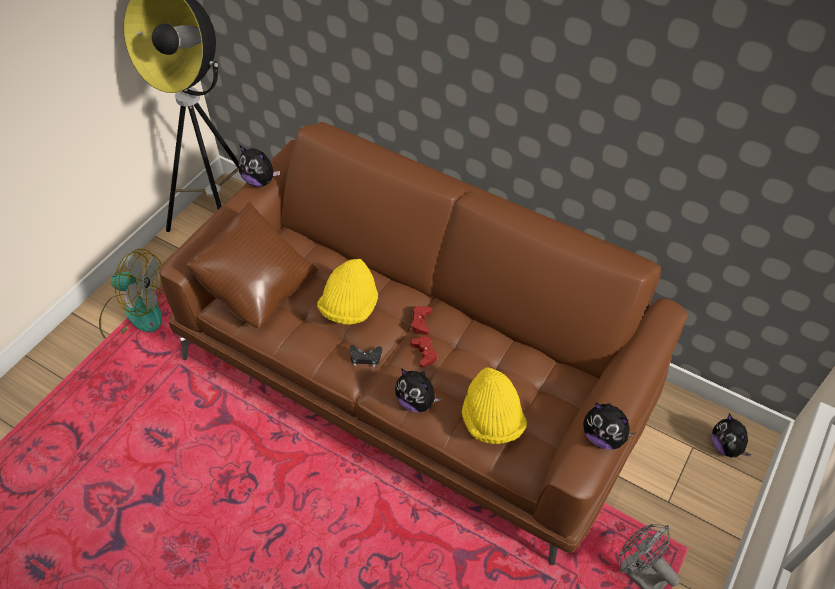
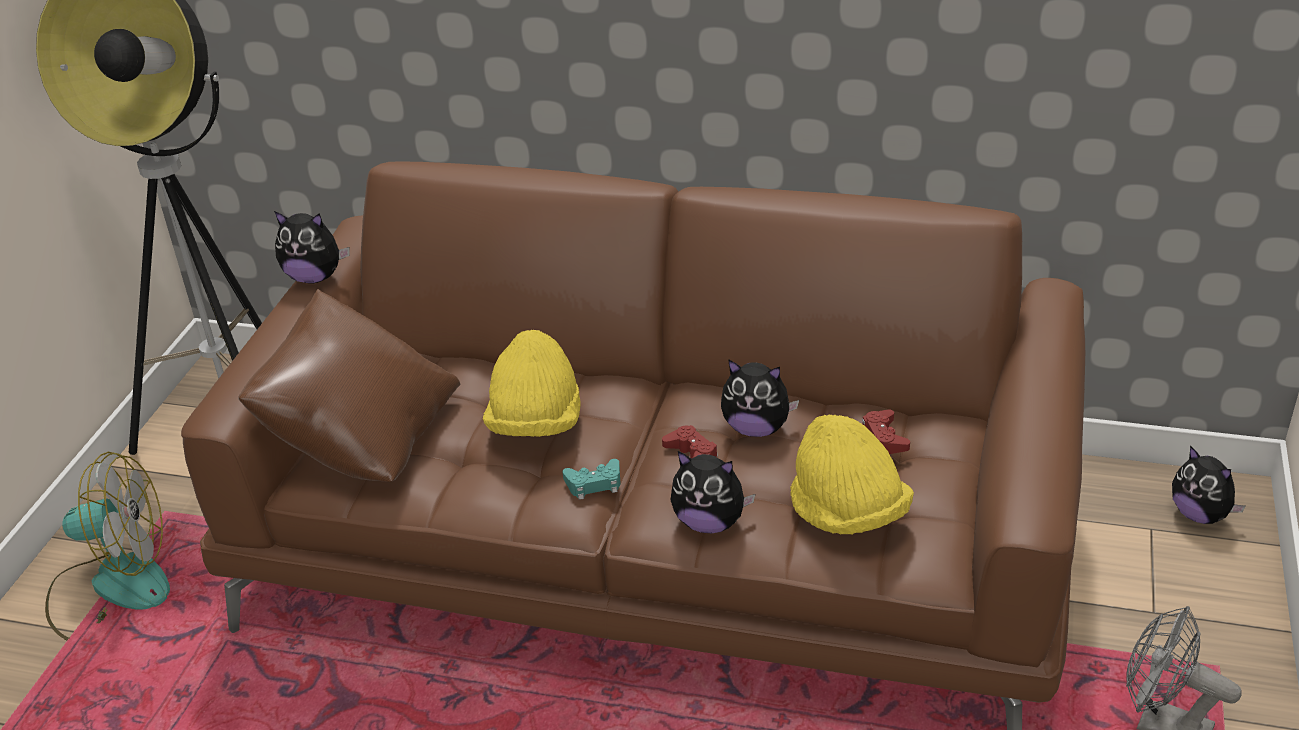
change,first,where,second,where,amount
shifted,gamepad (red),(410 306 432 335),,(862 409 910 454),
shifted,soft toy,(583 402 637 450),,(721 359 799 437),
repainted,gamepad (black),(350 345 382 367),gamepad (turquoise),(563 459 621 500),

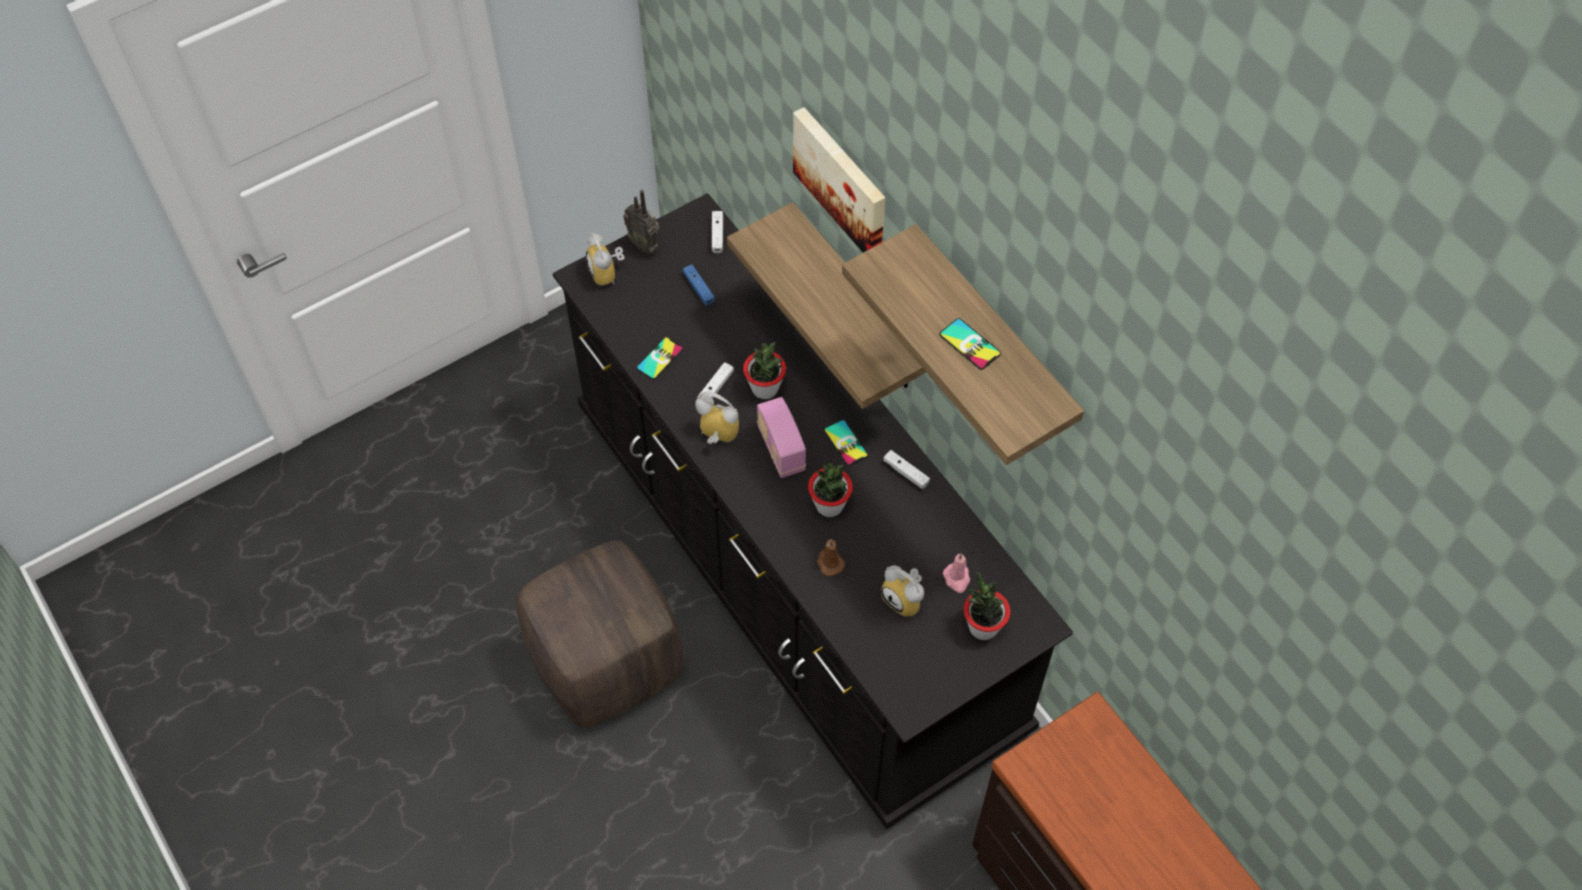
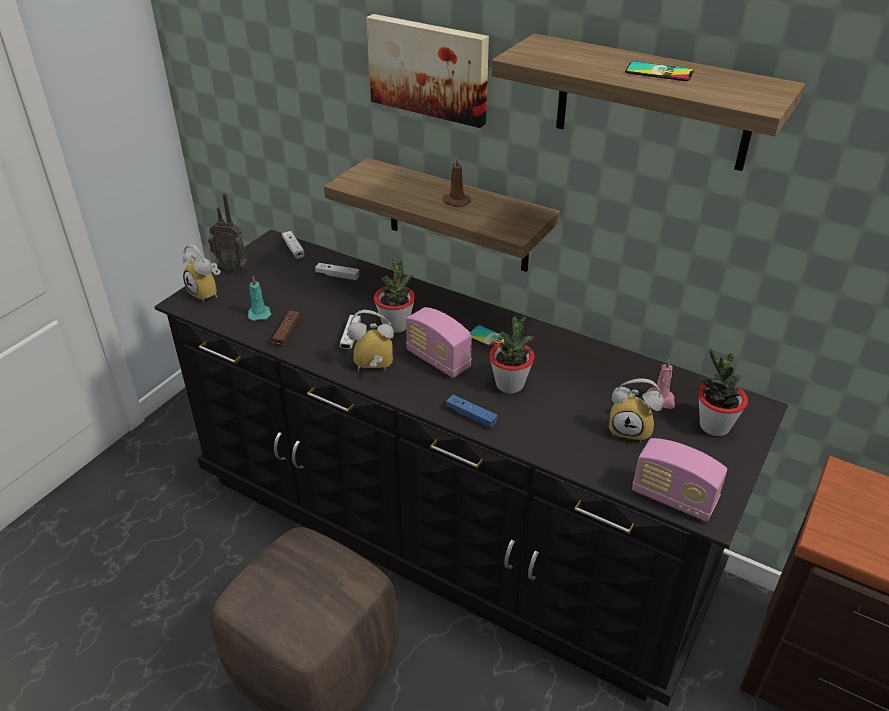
change,first,where,second,where,amount
new,,,candle (turquoise),(248 276 271 321),
new,,,radio set,(632 438 727 522),
shifted,gamepad (blue-coloured),(683 264 715 306),,(446 395 498 428),
shifted,candle (brownish),(817 539 845 576),,(442 156 471 207),
shifted,gamepad (white-coloured),(883 450 930 489),,(315 263 359 280),
swapped,phone,(636 337 683 380),gamepad (brownish),(272 311 300 347),

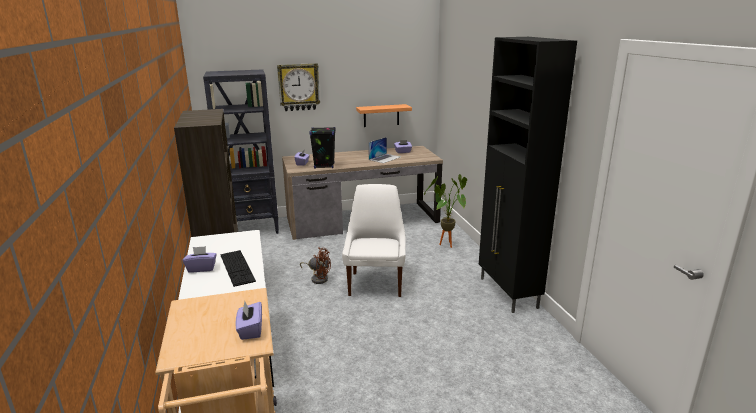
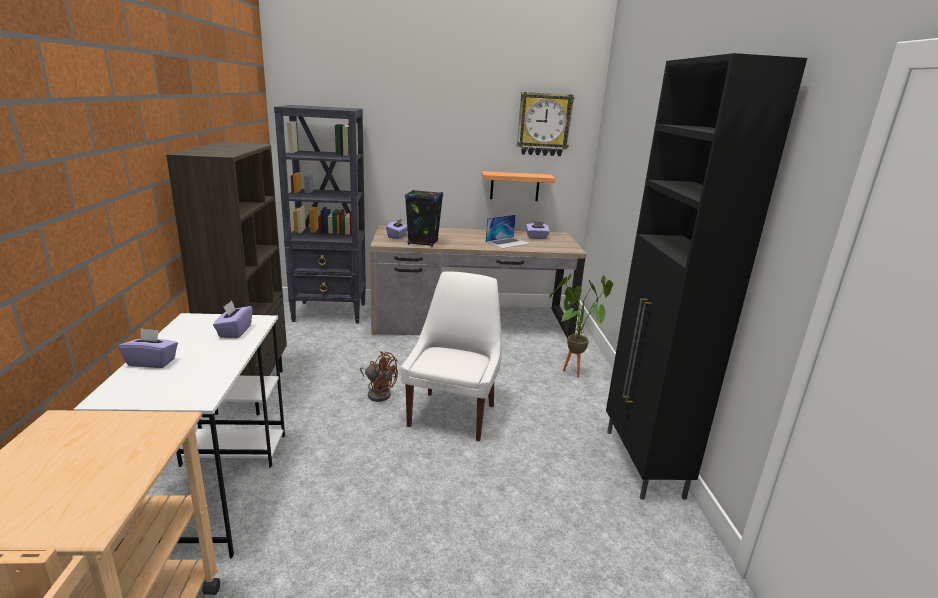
change,first,where,second,where,amount
gone,computer keyboard,(220 250 256 287),,,
shifted,tissue box (purple),(235 301 262 340),,(213 300 252 338),
shifted,wall clock,(277 63 320 111),,(517 92 575 156),

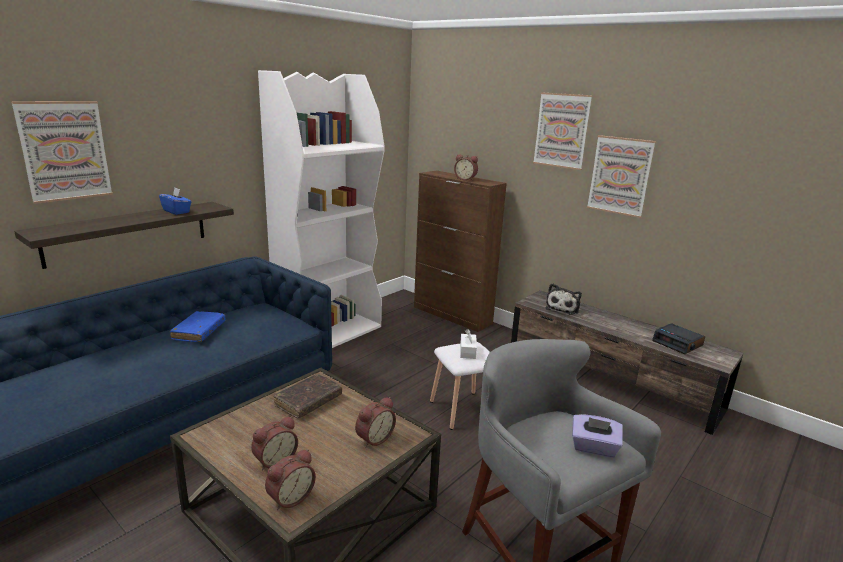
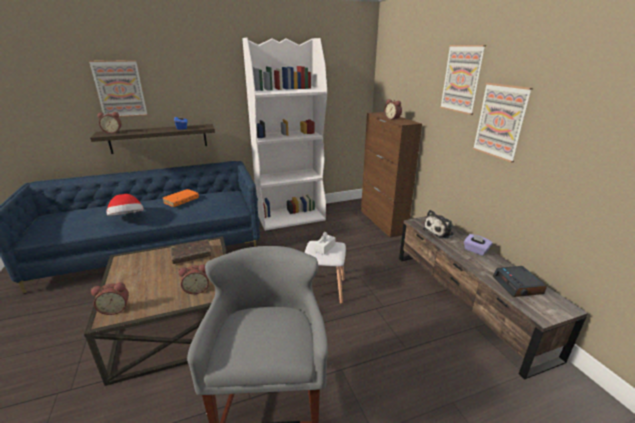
change,first,where,second,where,amount
new,,,hat,(107 194 144 216),
shifted,alarm clock,(251 416 298 471),,(97 112 122 133),
shifted,tissue box (purple),(572 414 623 458),,(464 234 493 256),
repainted,volume (blue-coloured),(170 311 225 342),volume (orangey),(163 189 199 207),

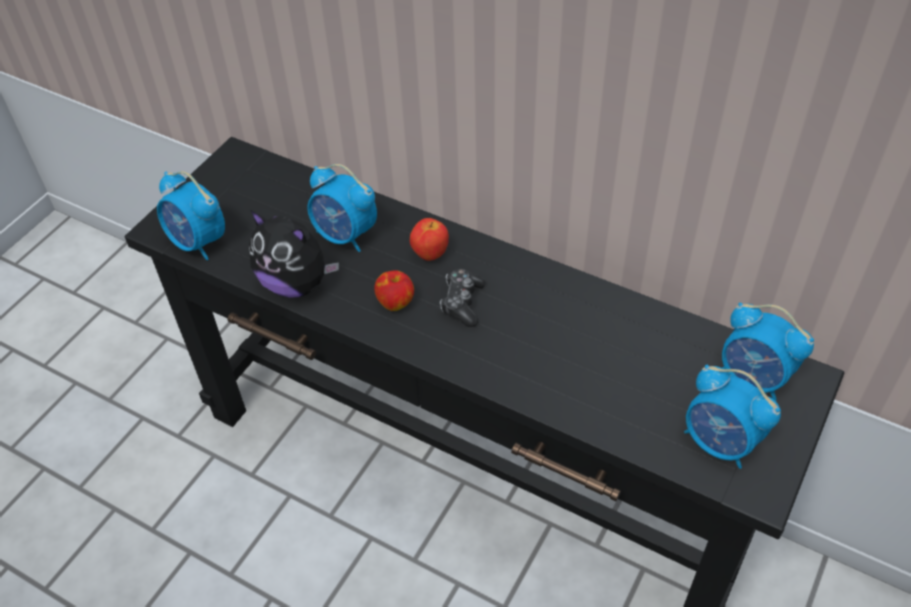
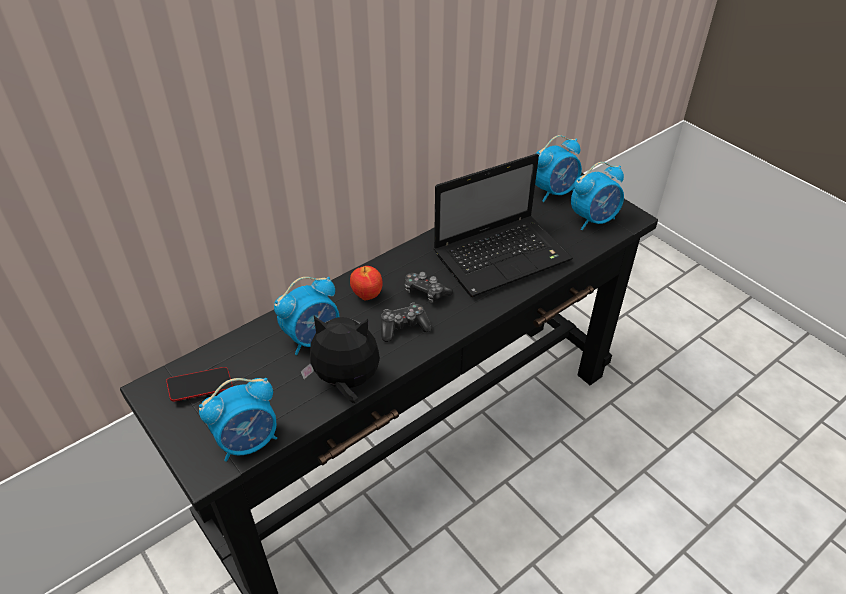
change,first,where,second,where,amount
new,,,phone,(166 367 233 402),
new,,,portable computer,(434 153 573 297),
swapped,apple,(374 270 414 311),gamepad,(381 303 432 342),
rotated,soft toy,(249 210 339 298),,(300 316 380 404),135 degrees counterclockwise

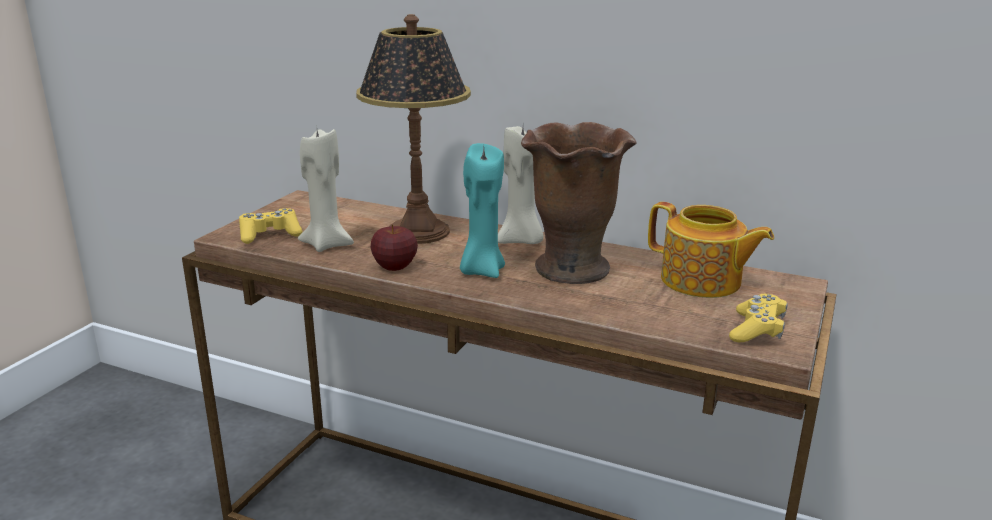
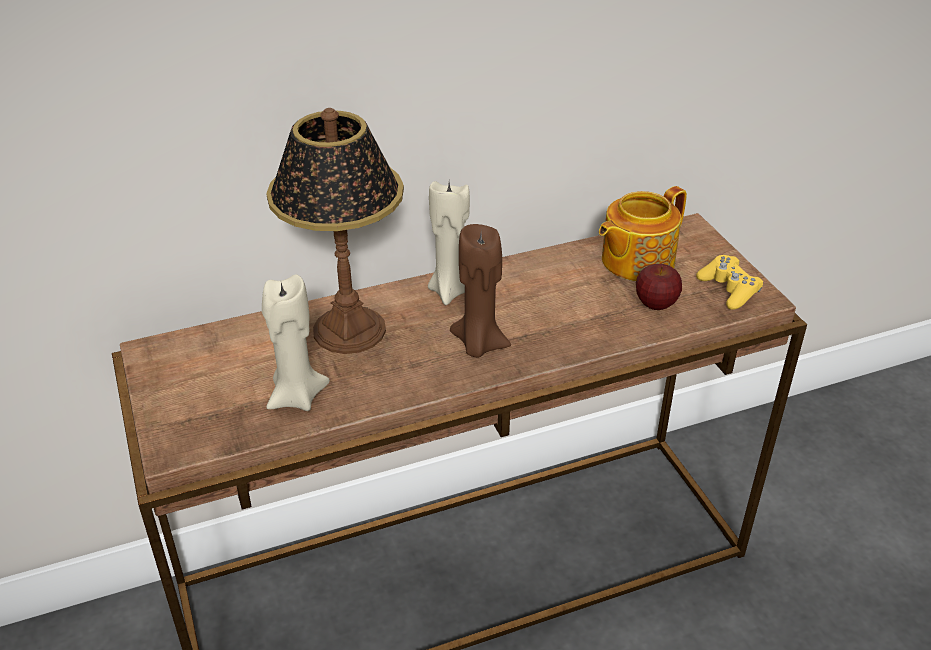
change,first,where,second,where,amount
gone,gamepad (yellow),(239 208 302 244),,,
gone,flower vase (brownish),(521 122 637 284),,,
shifted,apple,(371 224 418 271),,(636 264 682 310),
repainted,candle (turquoise),(460 143 505 278),candle (brownish),(450 224 511 358),
rotated,teapot,(648 202 774 298),,(599 186 687 281),150 degrees clockwise

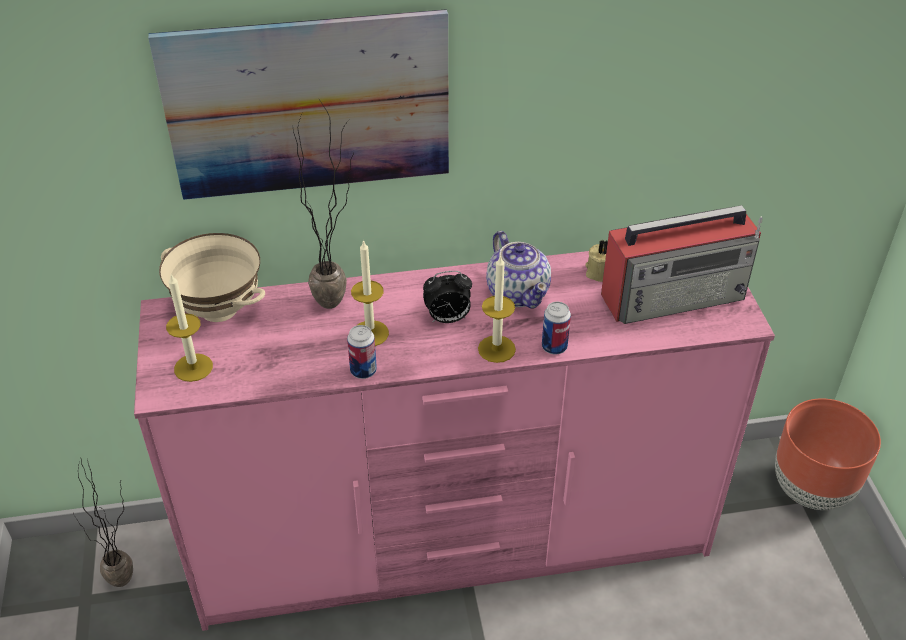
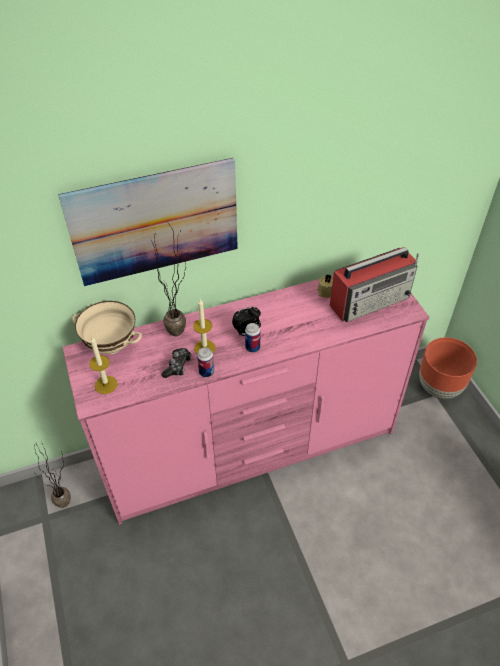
change,first,where,second,where,amount
gone,candle,(478 255 516 363),,,
gone,teapot,(486 231 551 308),,,
new,,,gamepad,(162 348 191 378),
shifted,metal can,(542 302 571 355),,(245 323 260 352),

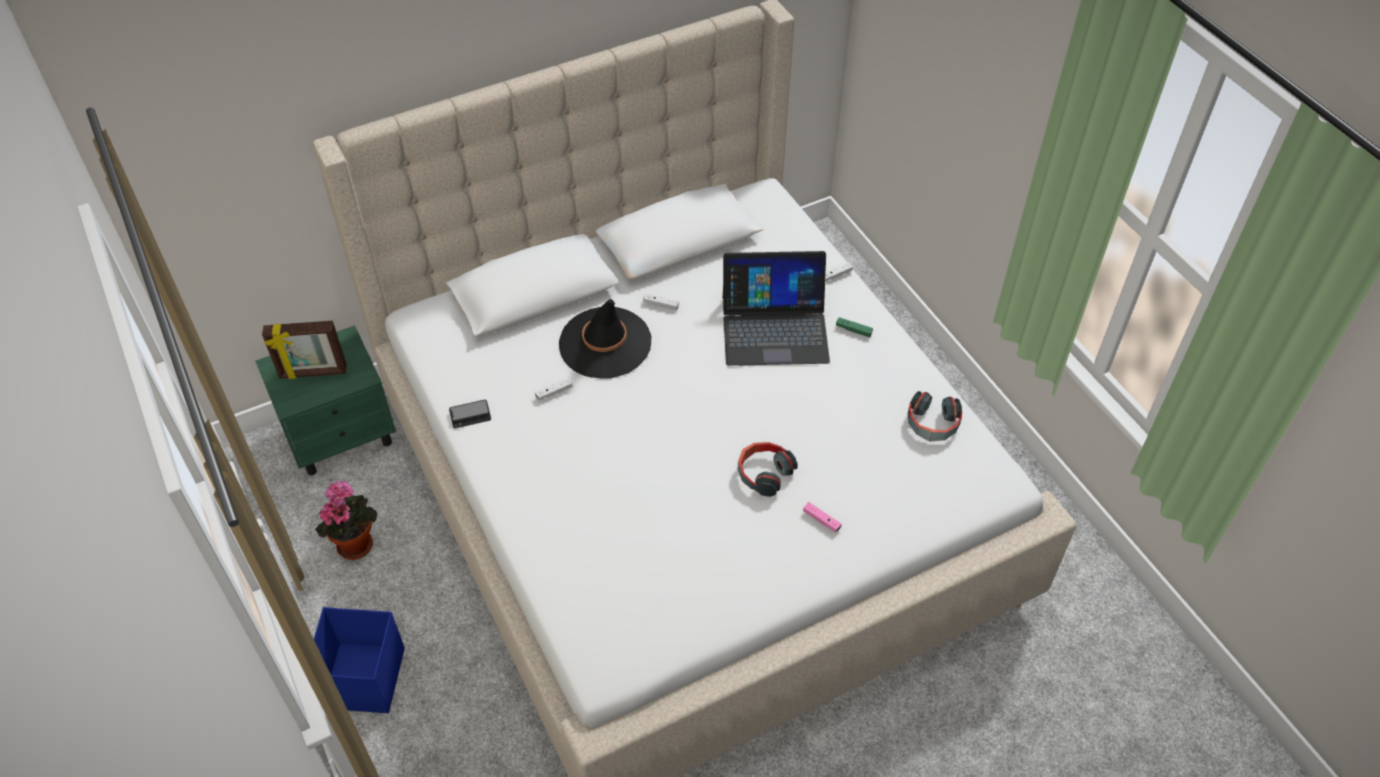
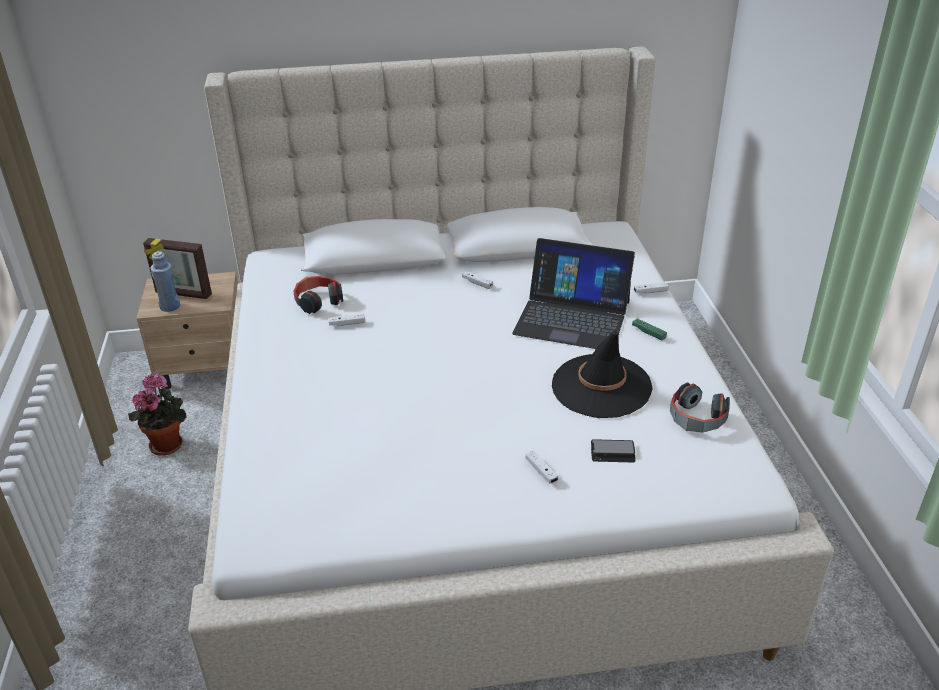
change,first,where,second,where,amount
gone,storage container (blue-coloured),(314 607 405 713),,,
new,,,bottle (blue-coloured),(150 251 180 312),
shifted,phone,(449 400 491 428),,(591 439 636 462),
shifted,hat (black),(559 299 651 378),,(552 331 652 418),
shifted,headset,(738 442 798 497),,(293 276 343 314),
repainted,night table (green),(256 325 396 476),night table (beige),(136 272 238 389),
repainted,gamepad (pink),(803 502 842 532),gamepad (white-coloured),(526 451 558 484),

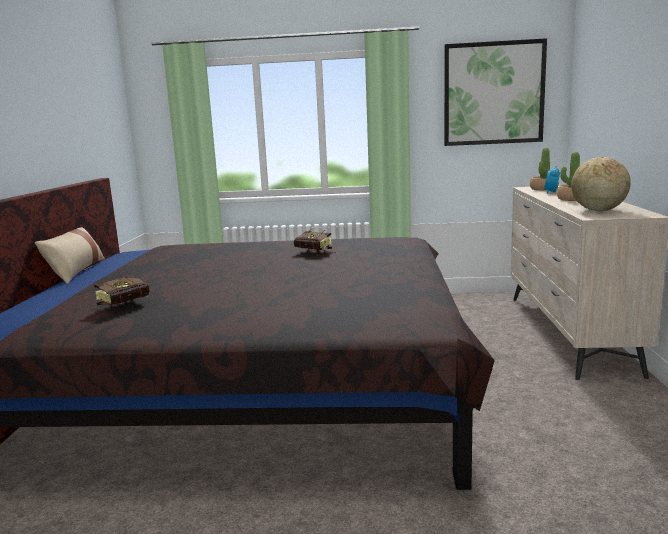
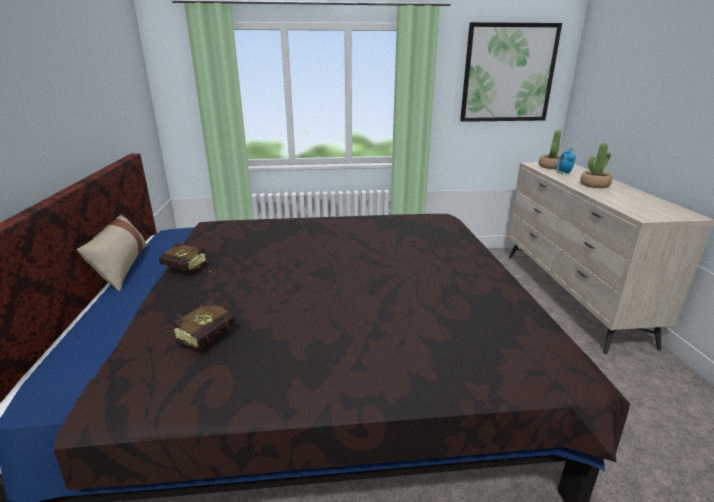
change,first,where,second,where,amount
gone,globe,(571 157 631 211),,,
shifted,volume,(294 229 337 253),,(159 242 211 272),

